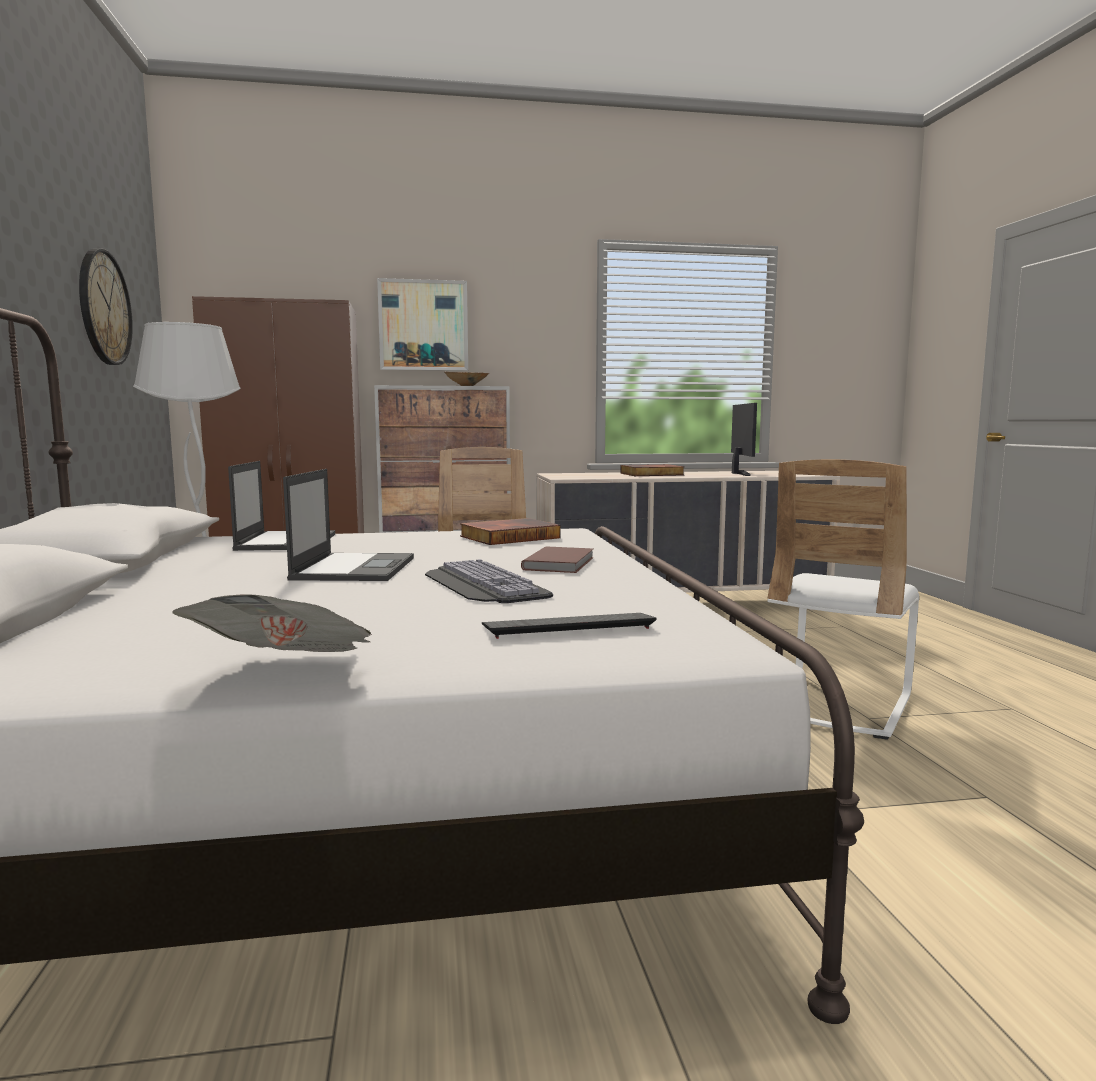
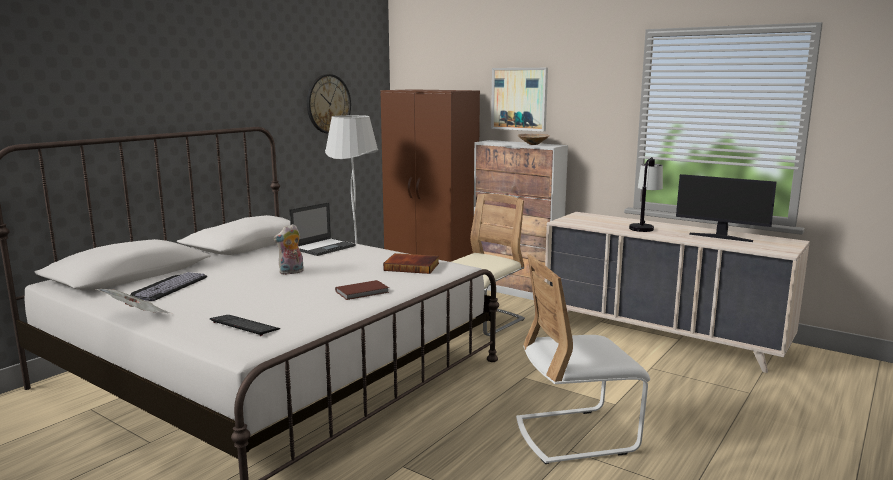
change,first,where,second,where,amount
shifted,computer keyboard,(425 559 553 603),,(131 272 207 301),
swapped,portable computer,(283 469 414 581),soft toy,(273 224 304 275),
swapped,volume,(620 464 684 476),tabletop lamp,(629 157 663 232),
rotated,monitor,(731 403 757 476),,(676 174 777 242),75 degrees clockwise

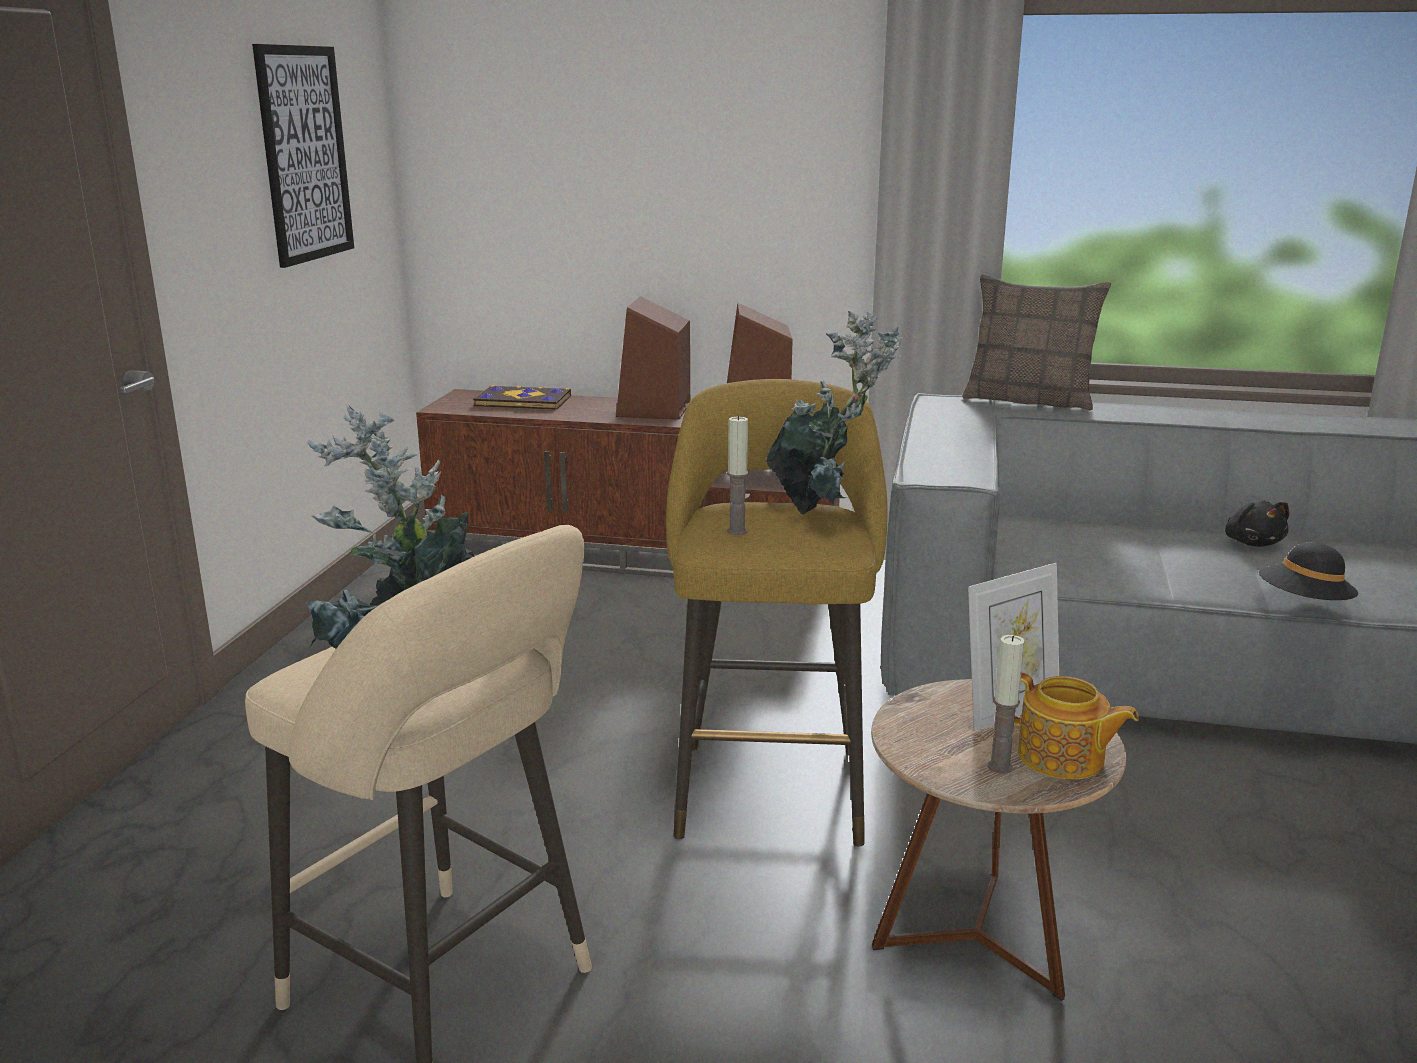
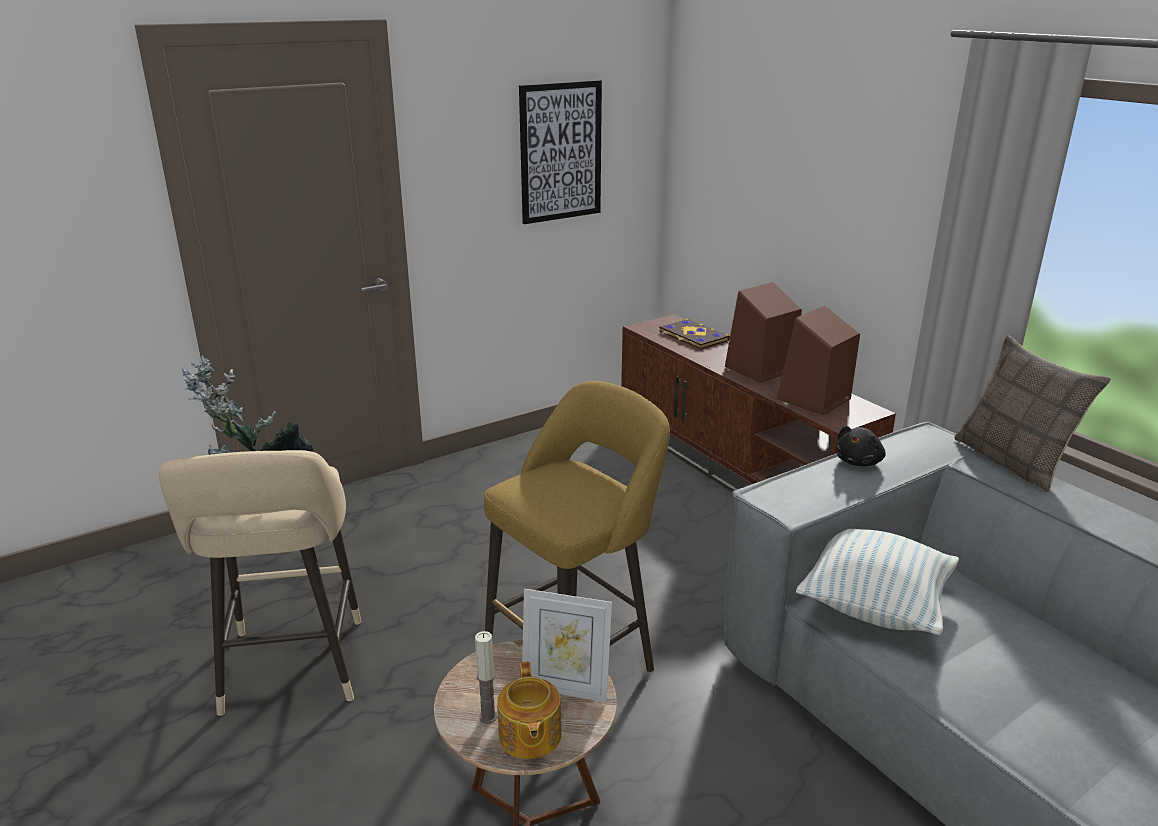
change,first,where,second,where,amount
gone,candle,(727 415 748 535),,,
gone,plant in a pot,(766 311 902 515),,,
gone,hat (black),(1259 542 1358 601),,,
new,,,cushion,(796 529 959 635),
shifted,soft toy (black),(1225 500 1289 547),,(835 426 886 466),

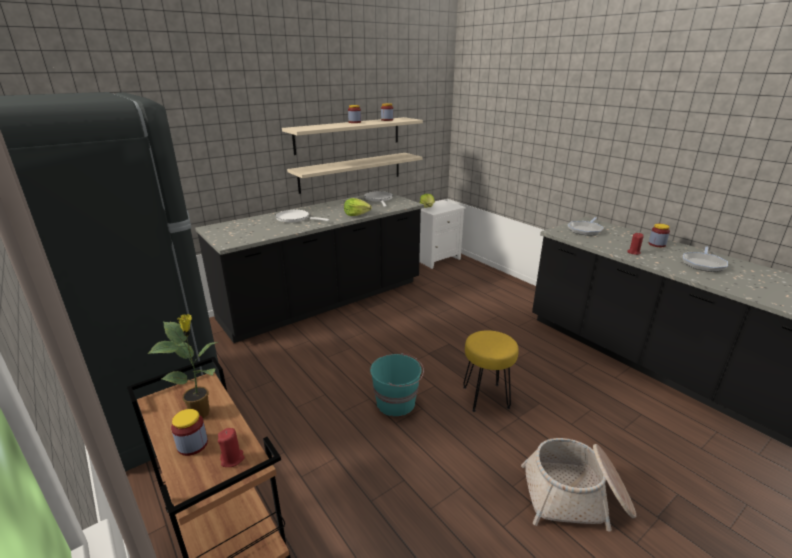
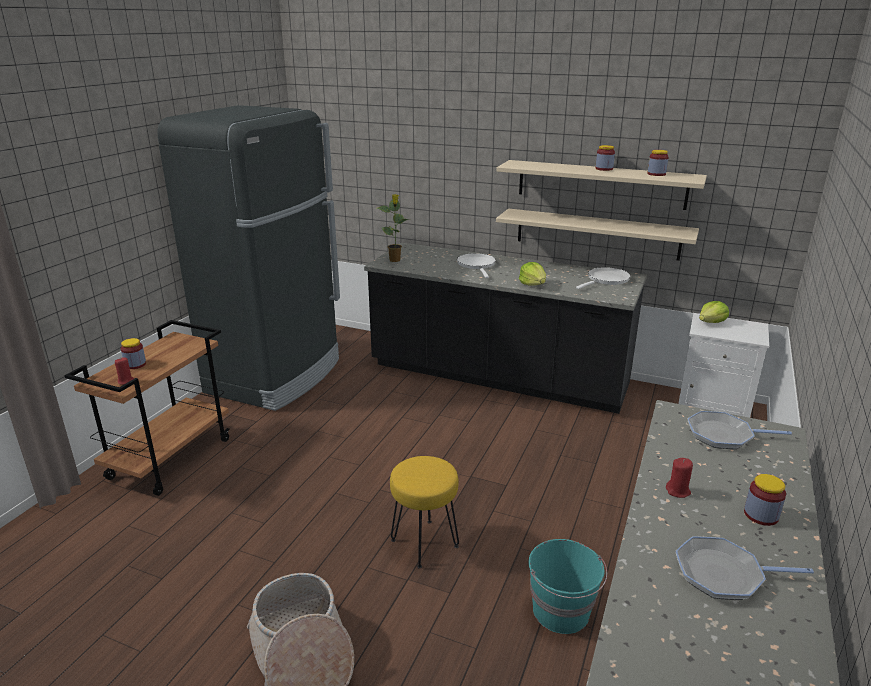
change,first,where,second,where,amount
shifted,plant in a pot,(147 314 218 418),,(377 194 410 262),
shifted,bucket (turquoise),(370 353 424 417),,(529 539 607 634),

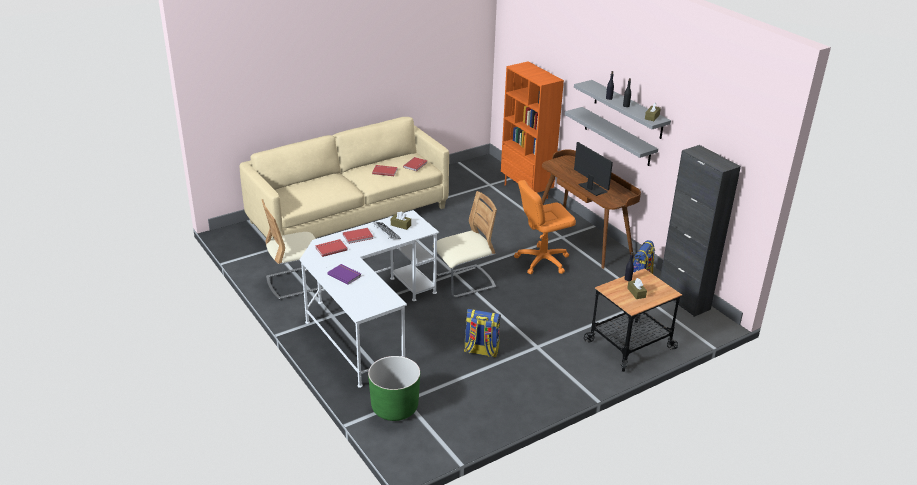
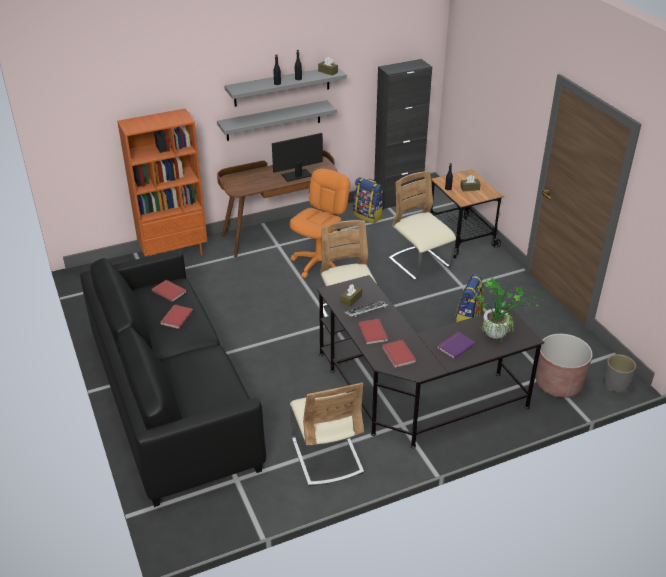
change,first,where,second,where,amount
new,,,upright chair (beige),(389 171 456 280),
new,,,plant in a pot,(475 277 545 341),
new,,,flower pot (gray),(603 354 636 392),
repainted,couch (beige),(240 117 449 238),couch (black),(80 250 266 507),
repainted,desk table (white-coloured),(300 210 439 388),desk table (black),(317 275 544 449),
repainted,flower pot (green),(368 356 420 421),flower pot (brownish),(536 334 593 398),
rotated,computer chair (orangey),(514 180 576 274),,(289 168 350 278),135 degrees counterclockwise

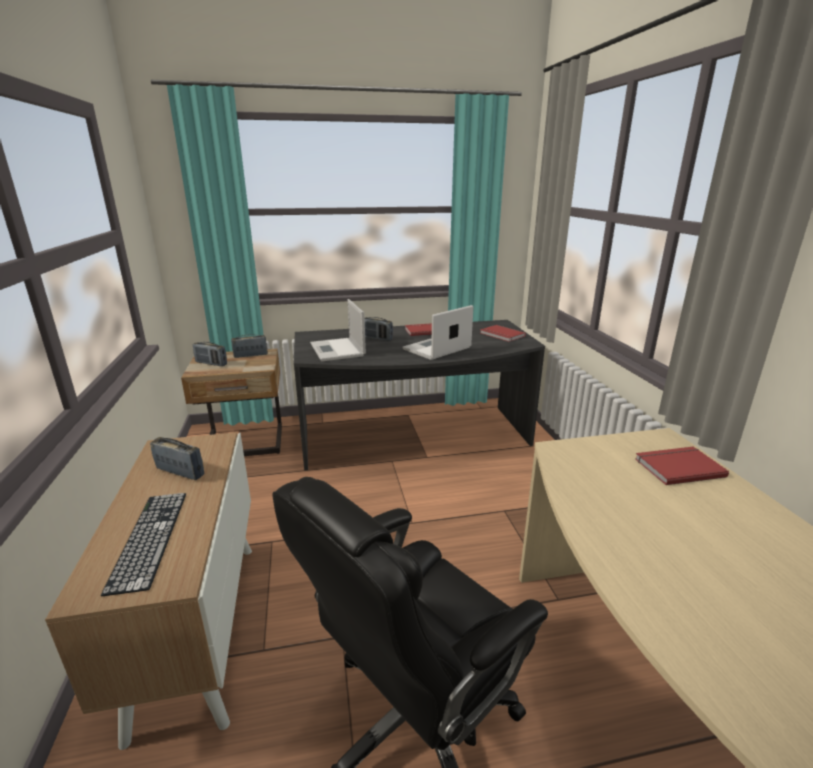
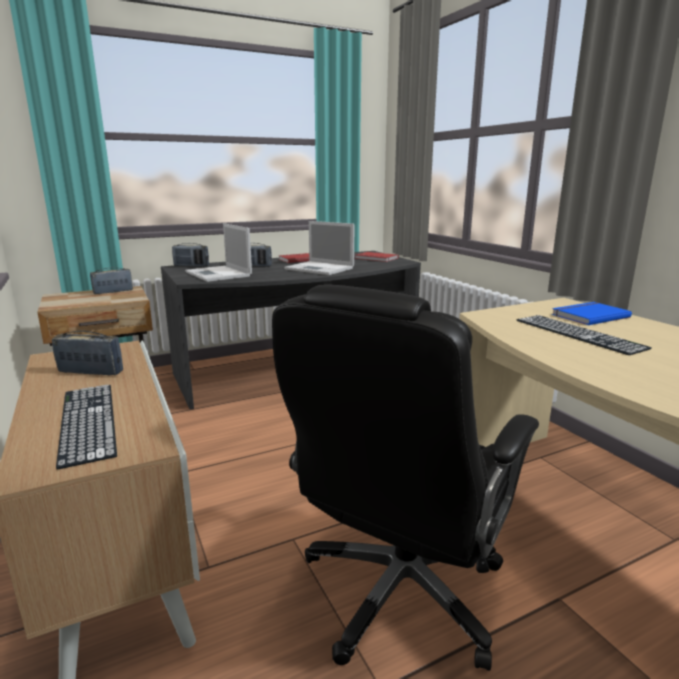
change,first,where,second,where,amount
new,,,computer keyboard,(516 315 652 355),
shifted,radio set,(193 342 227 366),,(172 243 209 267),
repainted,volume (red),(635 447 729 485),volume (blue-coloured),(552 302 632 325),
rotated,portable computer,(402 305 473 360),,(284 221 354 275),90 degrees counterclockwise

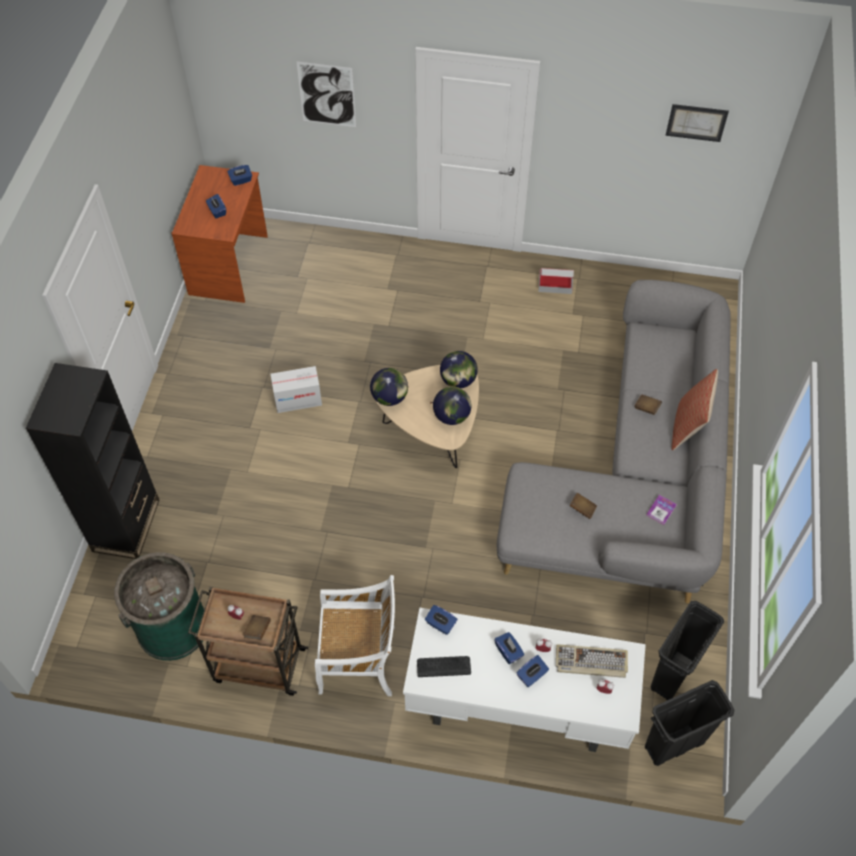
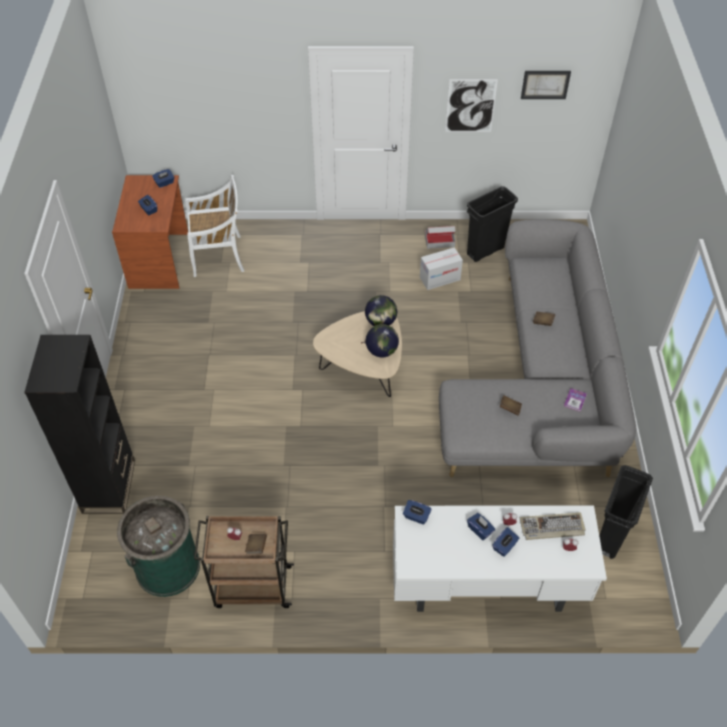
change,first,where,second,where,amount
gone,globe,(370 368 408 406),,,
gone,computer keyboard,(417 656 471 677),,,
gone,cushion,(671 369 718 450),,,
shifted,packing box,(270 366 322 413),,(420 247 463 290),
shifted,picture,(297 62 356 127),,(445 79 498 132),
shifted,upright chair (white-coloured),(315 575 395 696),,(185 175 244 277),
shifted,trash can (black),(645 680 734 766),,(467 186 518 262),

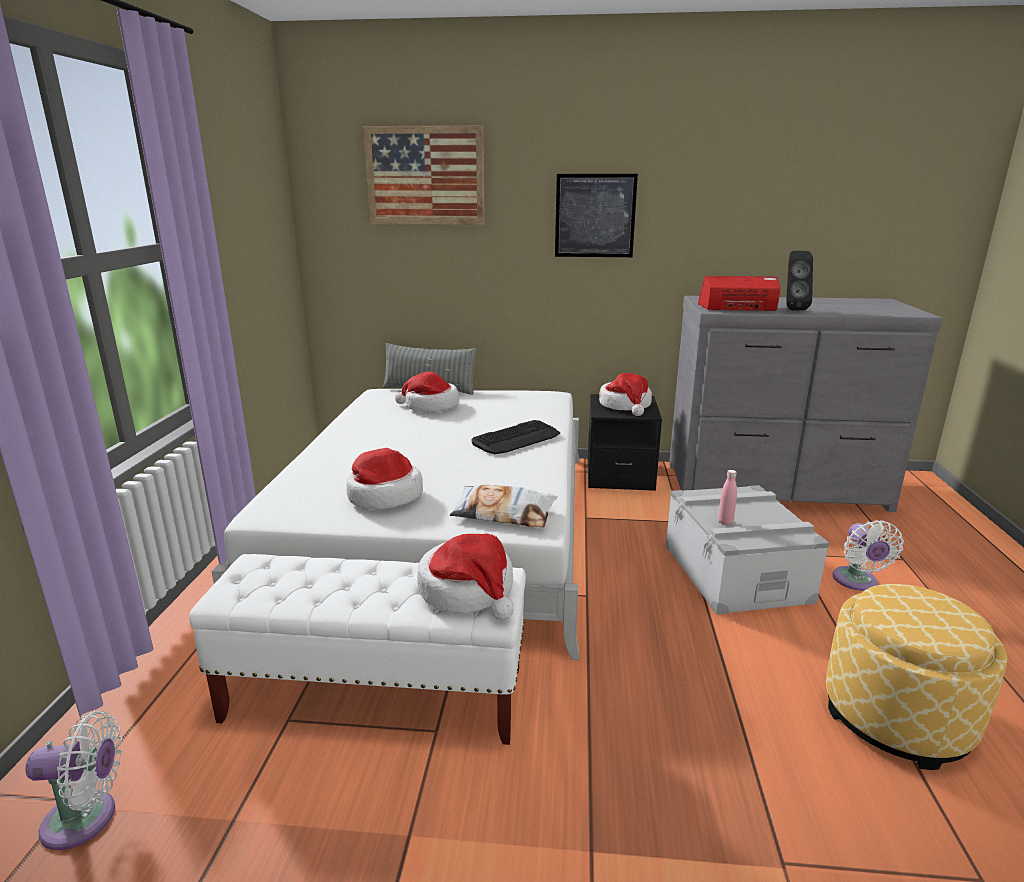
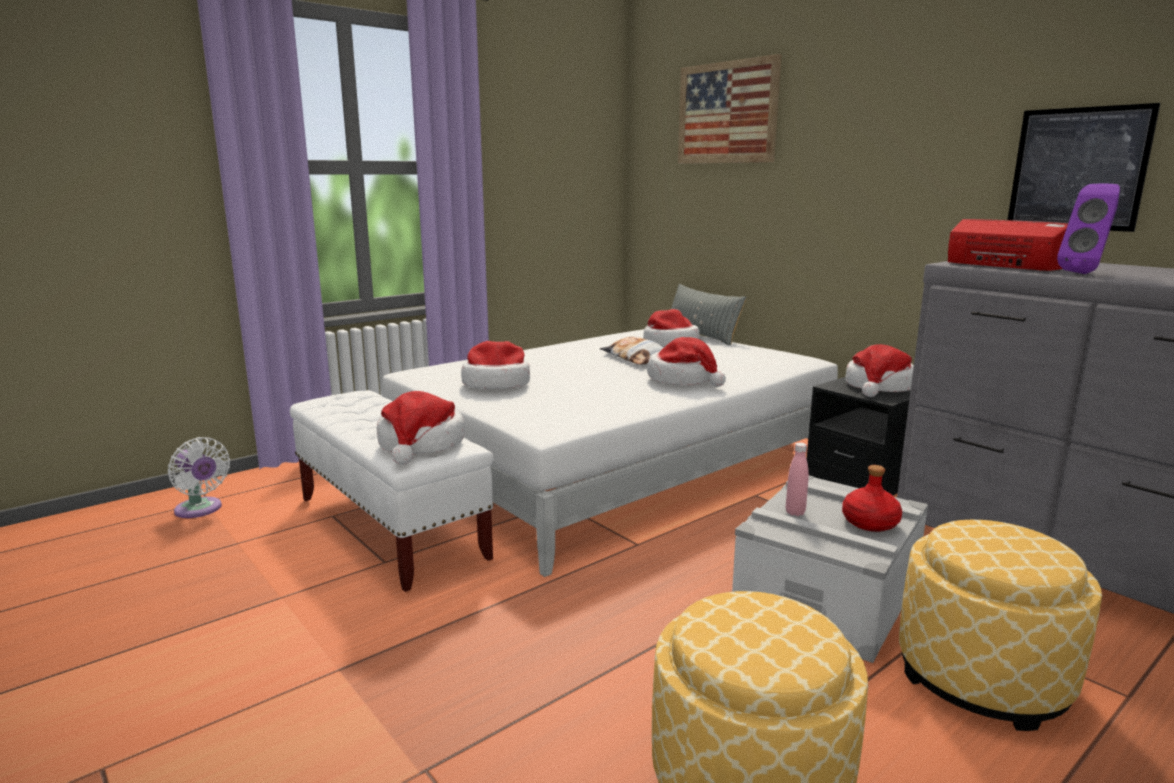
change,first,where,second,where,amount
new,,,bottle (red),(842 465 902 532),
shifted,cushion,(450 485 558 527),,(600 336 664 365),
shifted,picture,(555 174 638 257),,(1008 103 1160 232),
swapped,computer keyboard,(471 420 560 454),hat,(647 337 726 387),
swapped,cooling fan (white-coloured),(832 520 904 591),ottoman,(899 520 1102 731),
repainted,loudspeaker (black),(786 251 813 310),loudspeaker (purple),(1057 183 1120 274),

